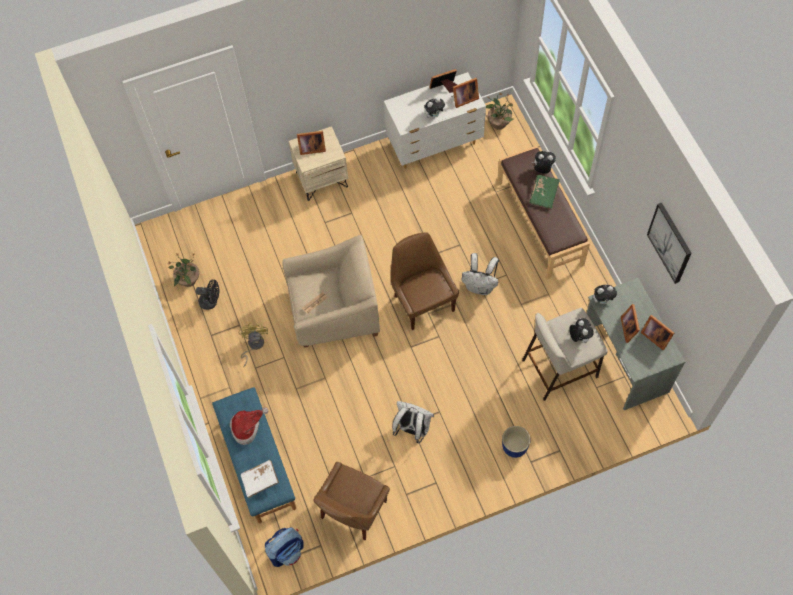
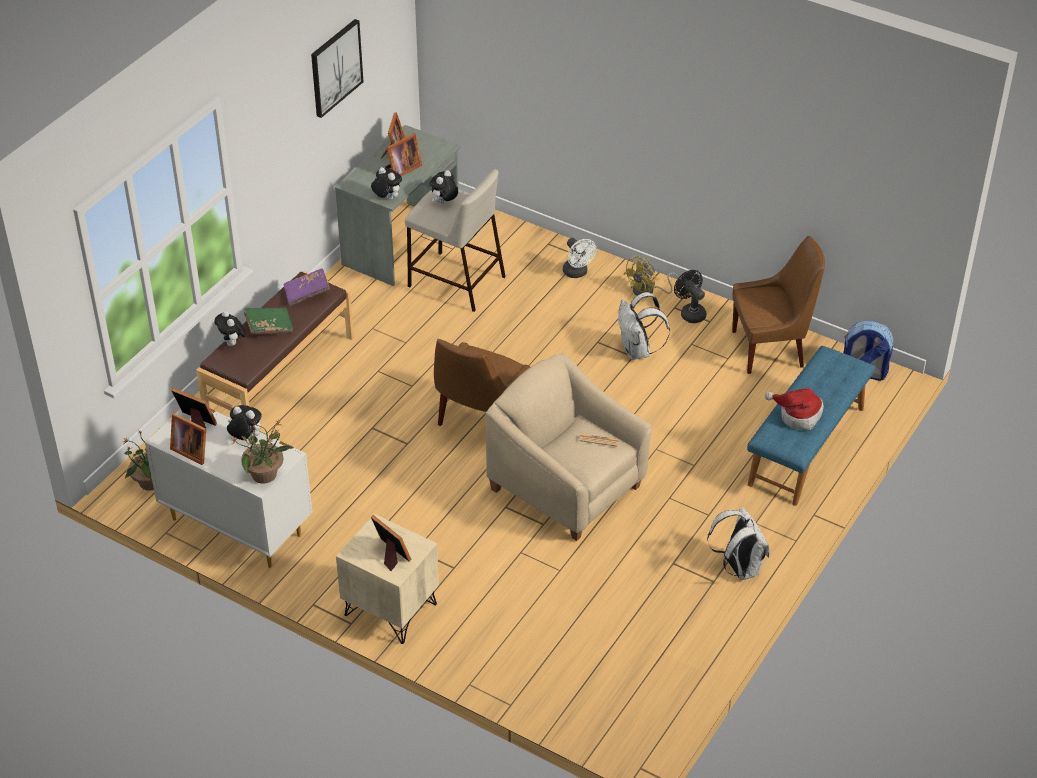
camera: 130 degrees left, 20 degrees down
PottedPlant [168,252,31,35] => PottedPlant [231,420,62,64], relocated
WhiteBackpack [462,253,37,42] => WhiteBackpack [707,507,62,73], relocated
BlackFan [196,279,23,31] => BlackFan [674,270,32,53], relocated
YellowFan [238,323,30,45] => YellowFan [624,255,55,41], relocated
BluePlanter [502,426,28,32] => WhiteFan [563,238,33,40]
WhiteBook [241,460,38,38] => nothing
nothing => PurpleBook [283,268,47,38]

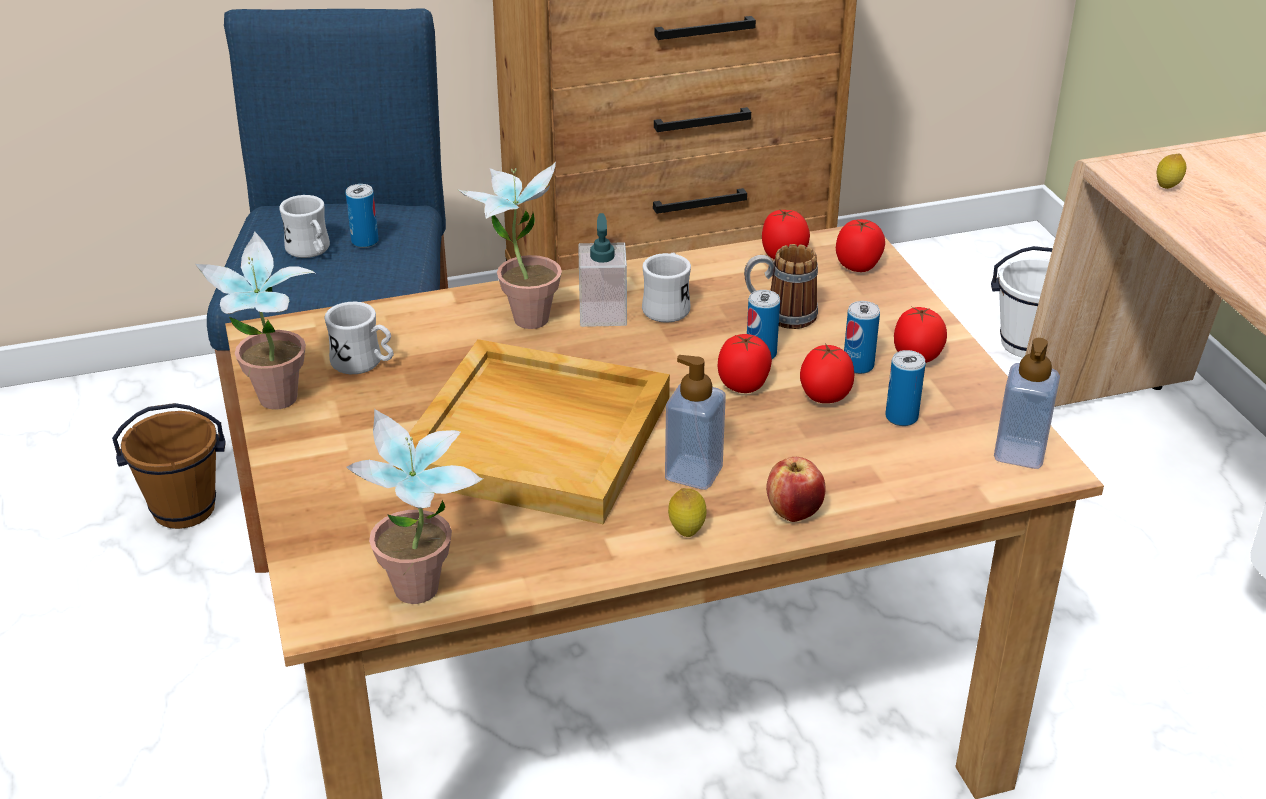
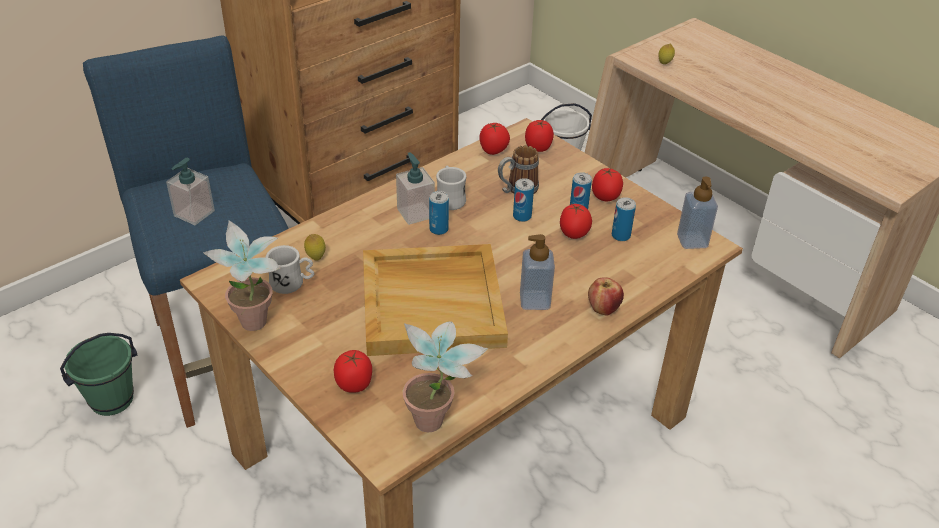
camera: 25 degrees left, 5 degrees up
PottedPlant [457,162,105,167] => nothing
Can [346,184,33,64] => Can [429,191,20,44], relocated
WhiteMug [279,195,51,63] => SoapDispenser [166,158,49,67]
Tomato [718,334,54,59] => Tomato [334,350,38,43], relocated
BrownBucket [112,403,113,126] => GreenBucket [60,333,77,83]
Lemon [668,488,38,49] => Lemon [304,234,22,27], relocated

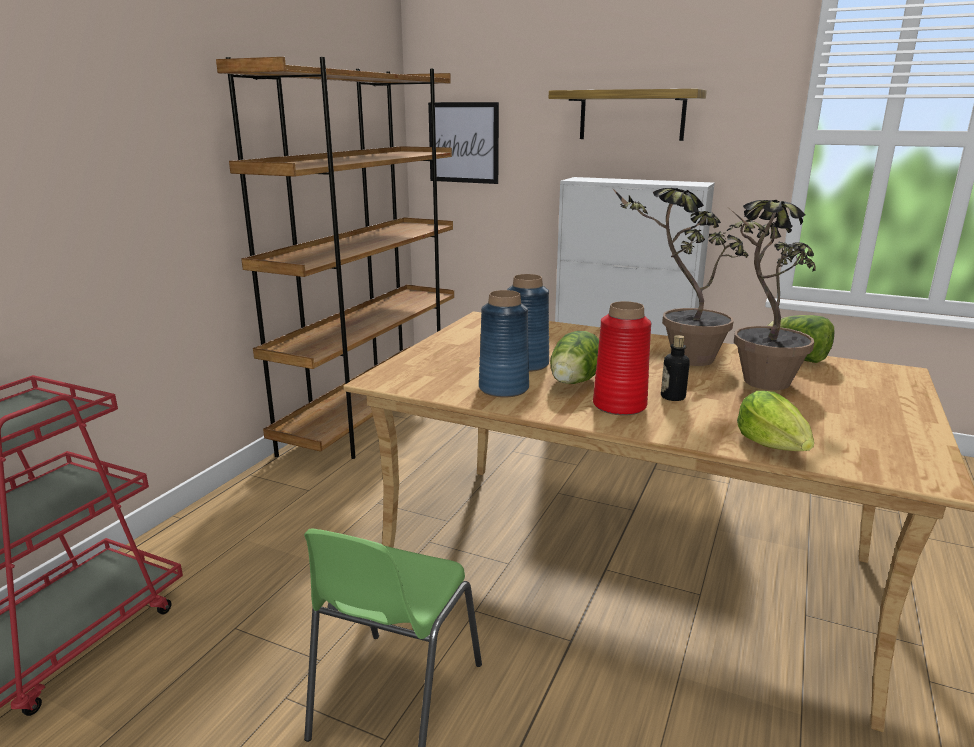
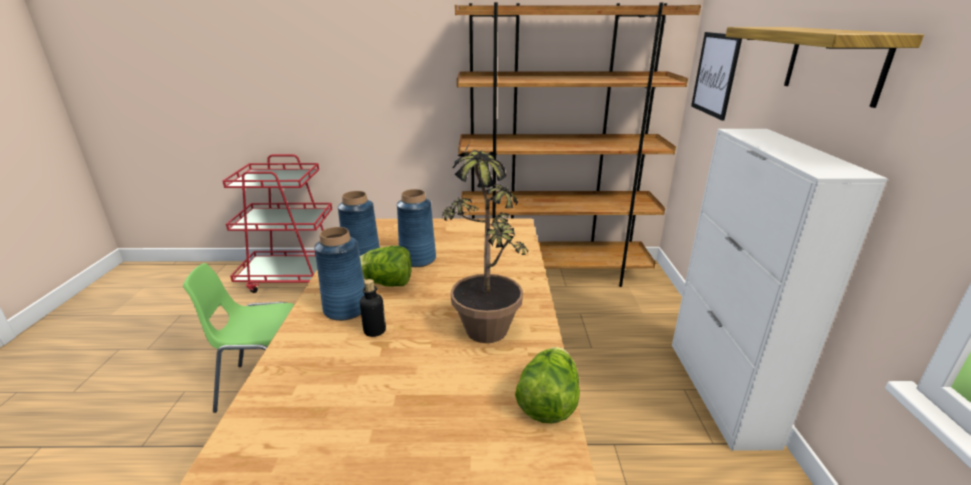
camera: 65 degrees right, 5 degrees up
PottedPlant [727,200,89,190] => nothing
RedVase [593,301,59,115] => BlueVase [314,227,51,94]
Lettuce [737,391,77,60] => nothing

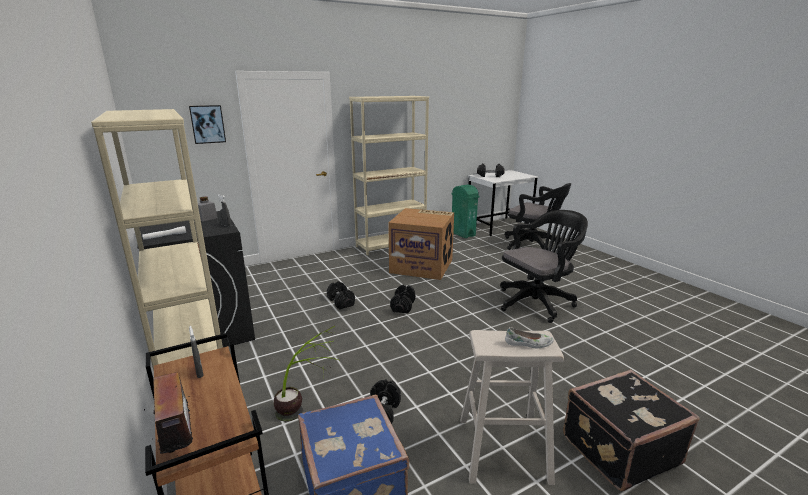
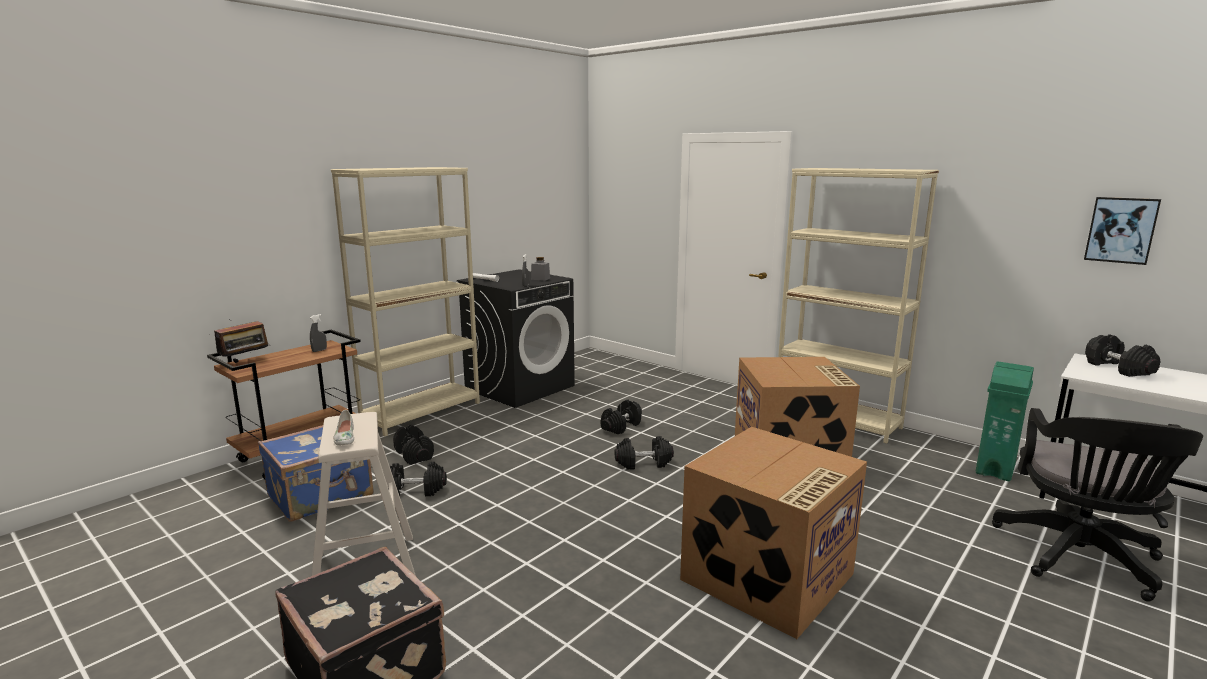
camera: 70 degrees right, 5 degrees down
Picture [189,105,37,39] => Picture [1084,197,77,68], relocated
BlackOfficeChair [500,210,88,113] => CardboardBox [680,427,187,212]
PottedPlant [273,325,68,96] => BlackDumbbell [393,425,41,40]

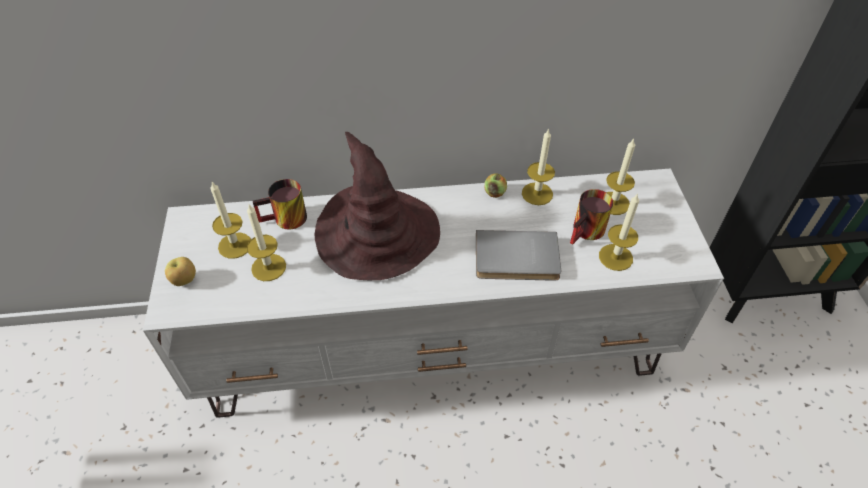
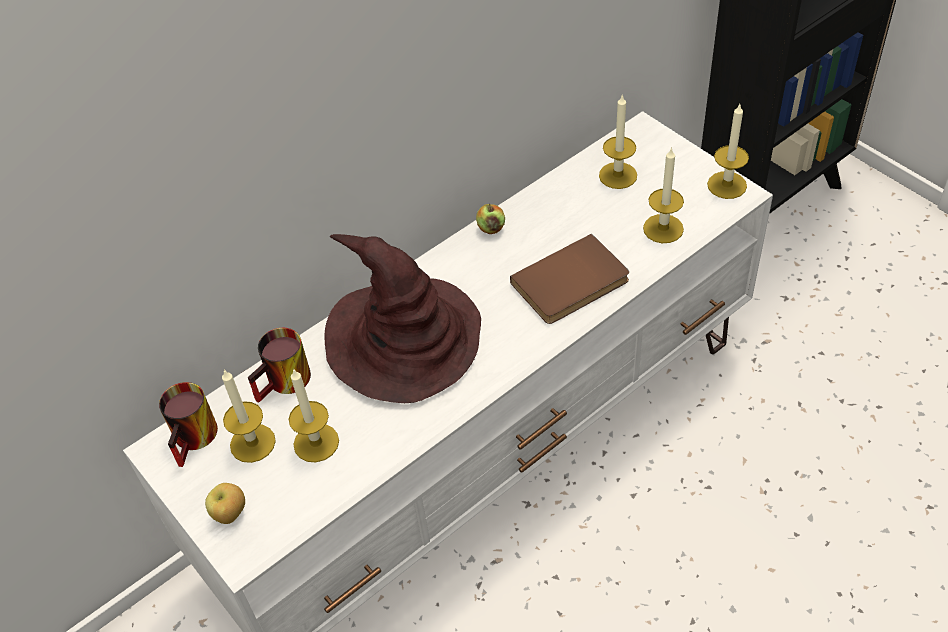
camera: 30 degrees left, 0 degrees up
Candle [522,128,33,77] => Candle [707,104,42,95], relocated
Mug [570,189,44,56] => Mug [159,382,59,85], relocated
GreyBook [476,230,85,51] => BrownBook [510,234,119,90]

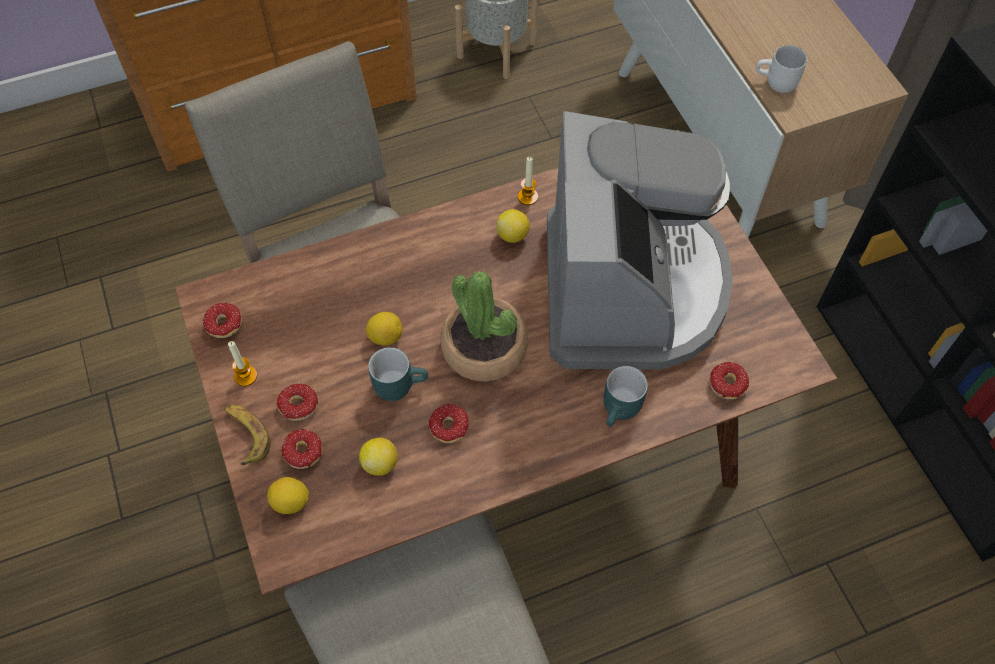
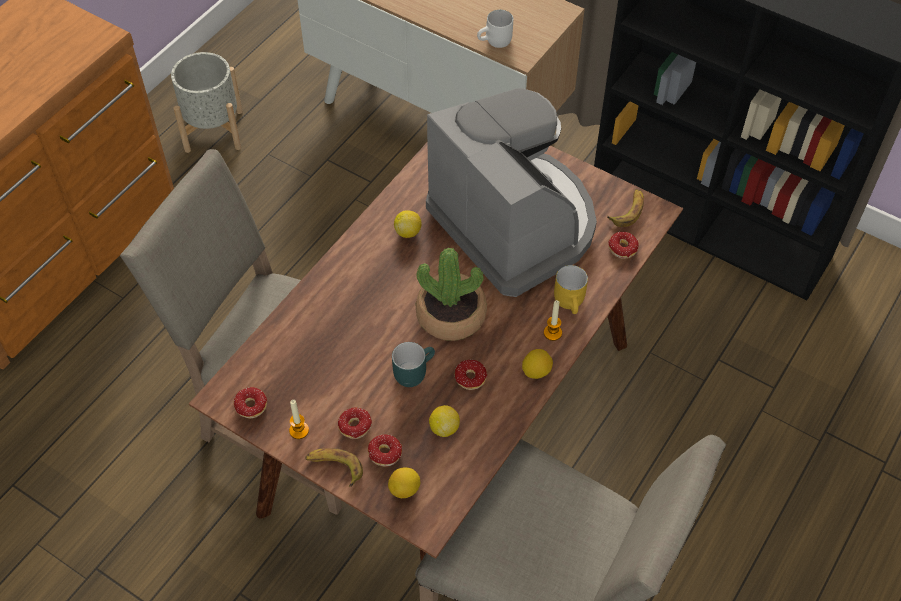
camera: 35 degrees left, 5 degrees down
Candle [518,157,20,48] => Candle [544,300,18,41], relocated
Lemon [366,312,36,33] => Lemon [522,349,31,30], relocated
TurquoiseMug [603,366,45,61] => YellowMug [554,265,34,49]
nothing => Banana [607,189,37,38]

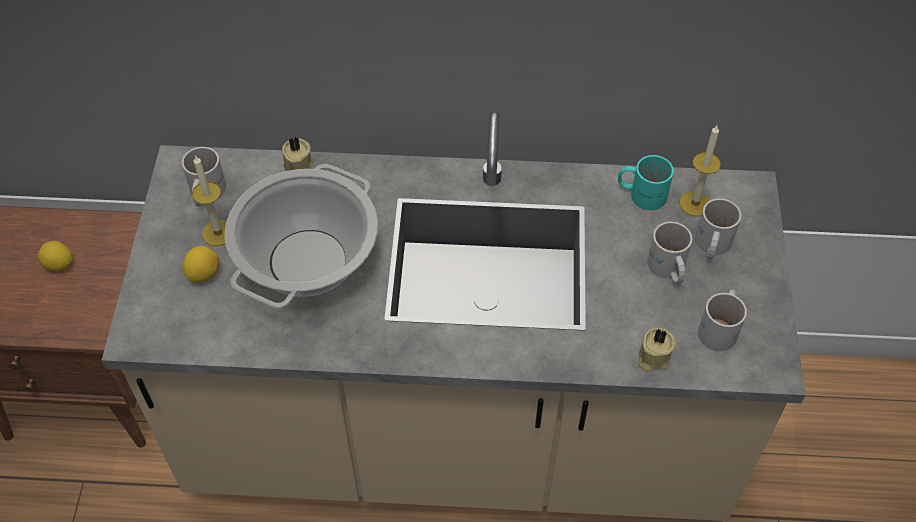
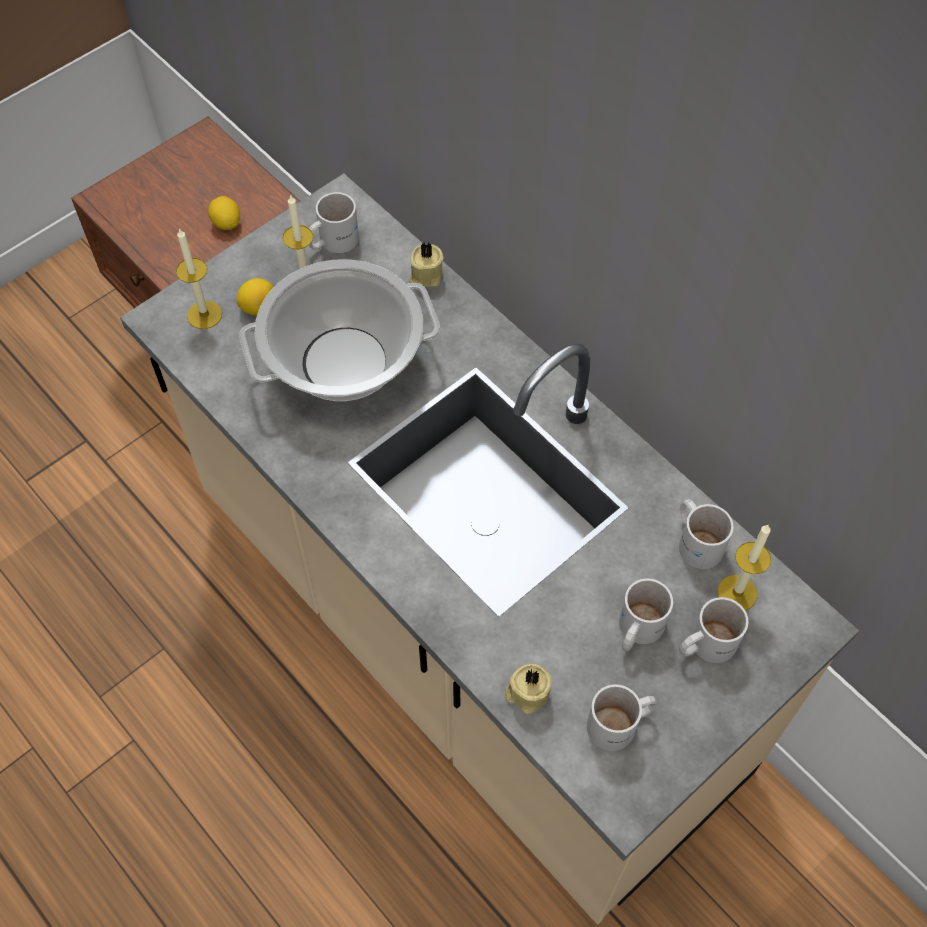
camera: 45 degrees right, 5 degrees up
TurquoiseMug [618,155,56,55] => WhiteMug [679,499,55,70]
nothing => Candle [176,228,46,101]

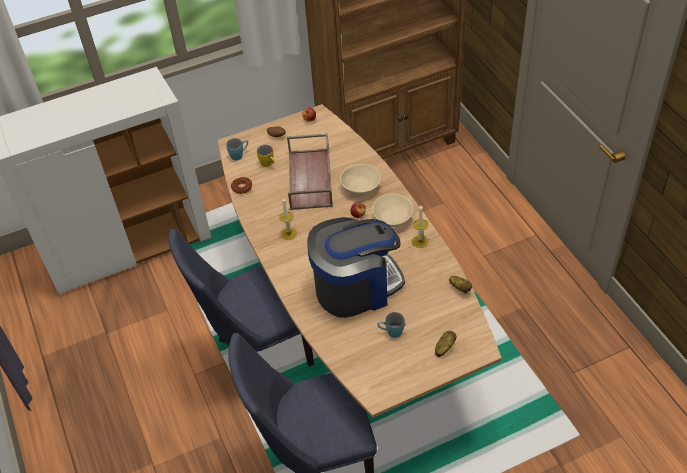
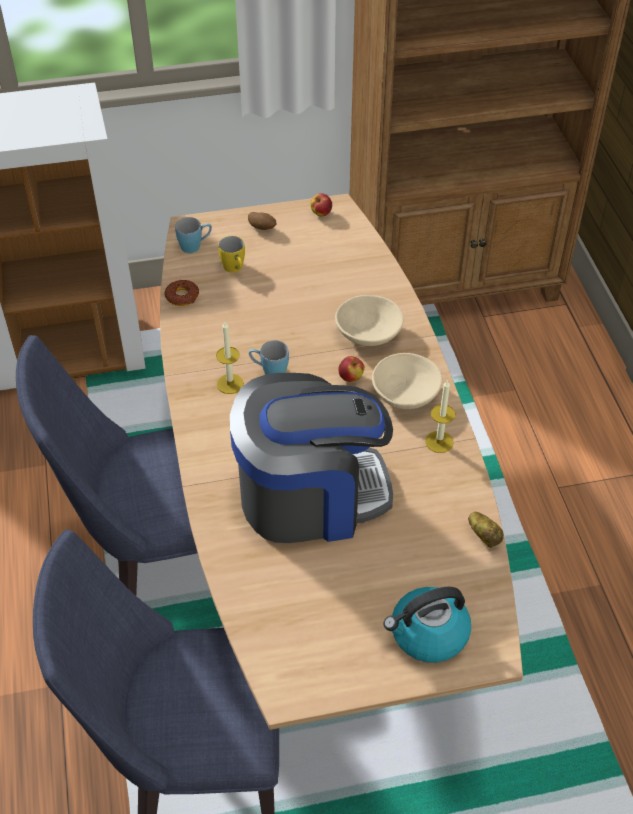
camera: 10 degrees right, 0 degrees up
BrownTray [287,133,46,77] => nothing
BlueMug [377,312,28,26] => BlueMug [249,340,40,35], relocated
Potato [435,331,21,26] => Kettle [384,587,87,76]

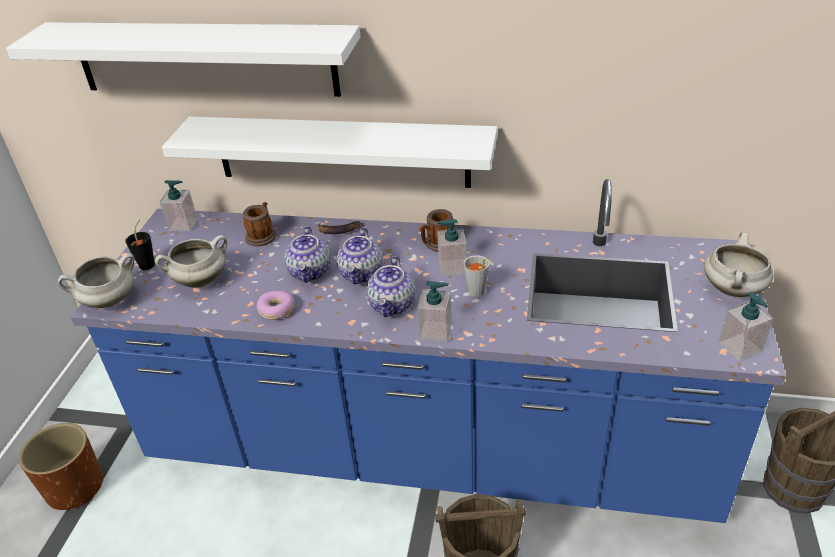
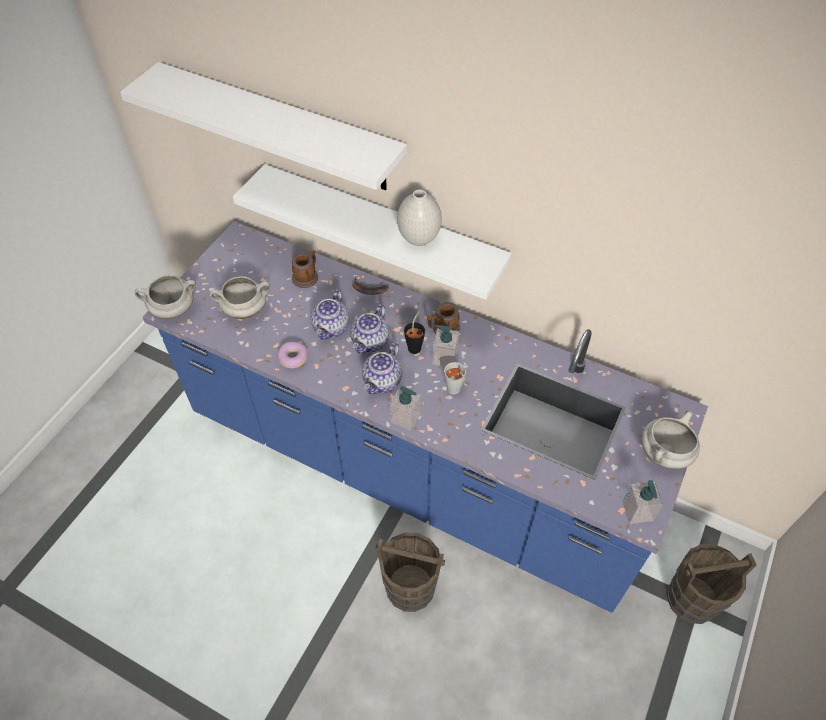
camera: 15 degrees right, 15 degrees up
SoapDispenser [159,180,39,51] => nothing
BlackCup [125,219,30,51] => BlackCup [404,311,21,43], relocated
BrownPlanter [19,423,84,87] => nothing
nothing => WhiteVase [397,190,45,56]

